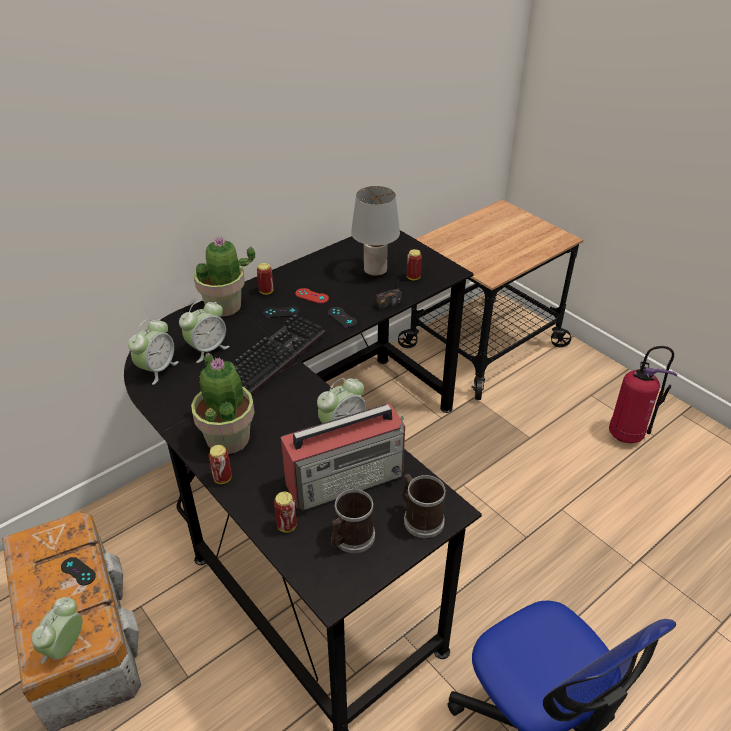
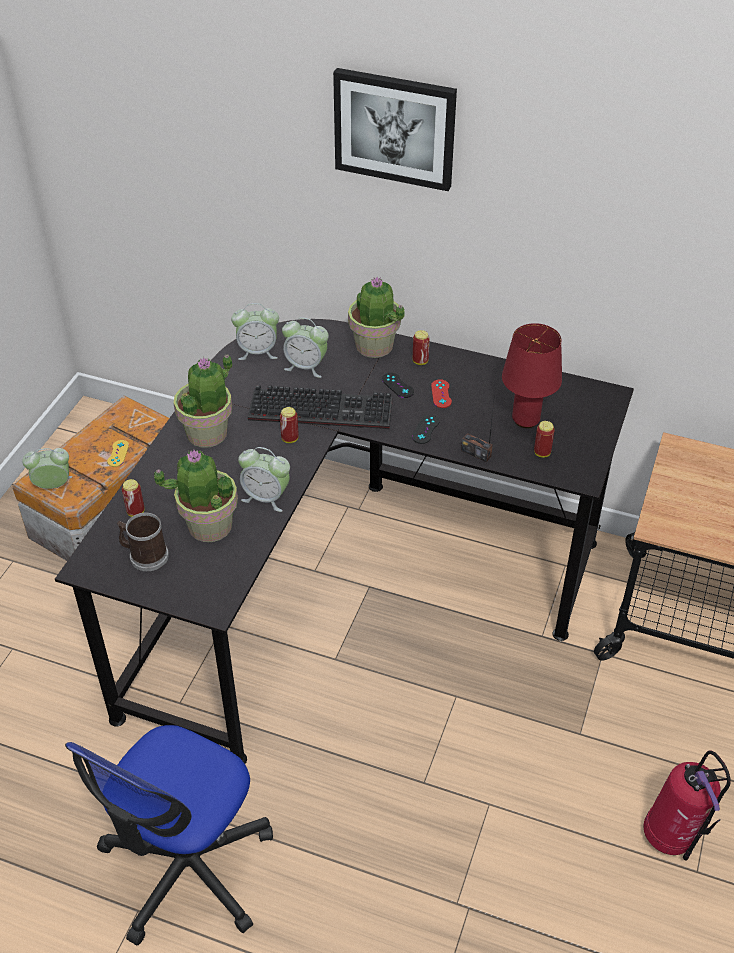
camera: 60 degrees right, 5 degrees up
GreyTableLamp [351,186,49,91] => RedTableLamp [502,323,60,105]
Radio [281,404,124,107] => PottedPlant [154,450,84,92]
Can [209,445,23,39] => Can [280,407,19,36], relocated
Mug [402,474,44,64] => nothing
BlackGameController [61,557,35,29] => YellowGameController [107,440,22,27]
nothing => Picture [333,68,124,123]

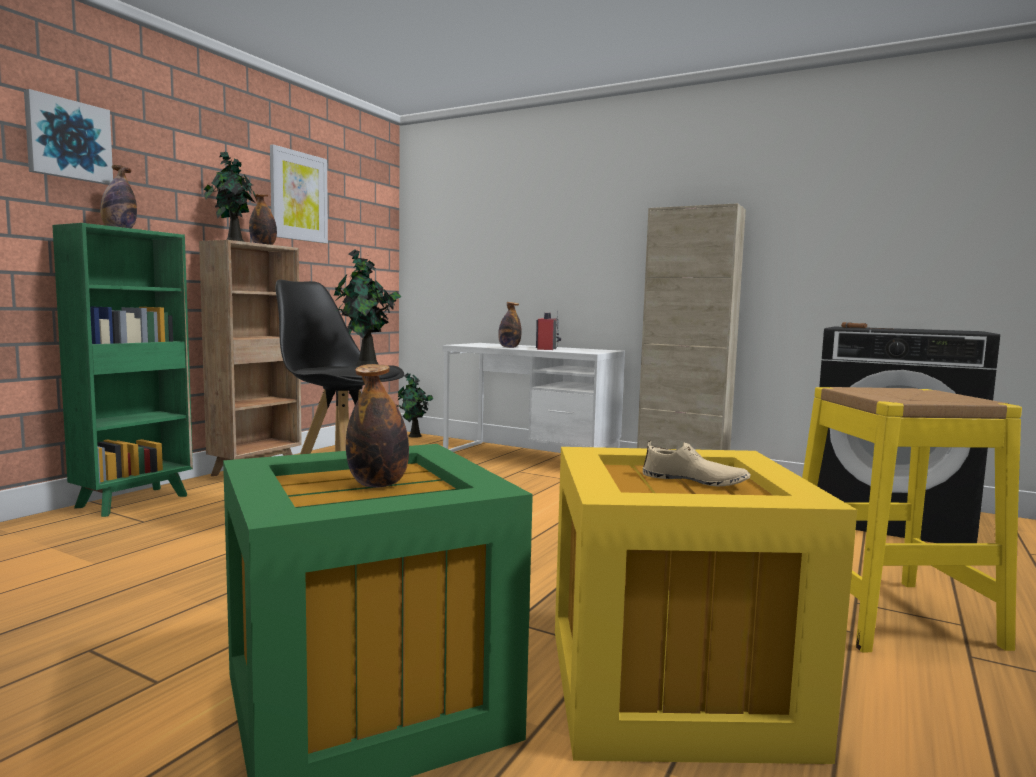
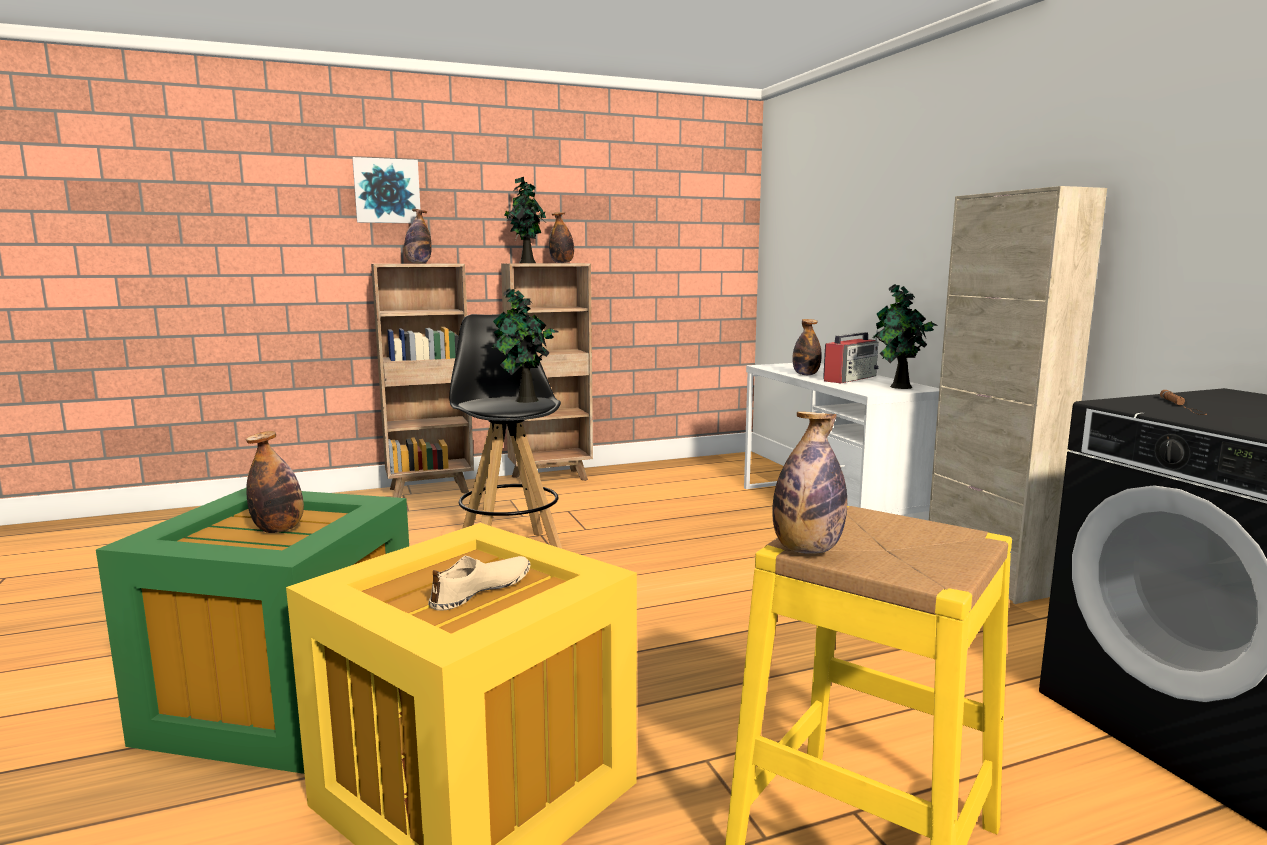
camera: 40 degrees right, 5 degrees up
Picture [270,144,58,99] => nothing
GreenBookcase [52,223,141,294] => BrownBookcase [371,264,103,234]
PottedPlant [396,373,37,65] => PottedPlant [872,284,66,105], relocated
BeigeShoe [643,440,108,47] => BeigeShoe [428,556,103,55], 120 degrees counterclockwise
nothing => Bottle [772,412,75,142]

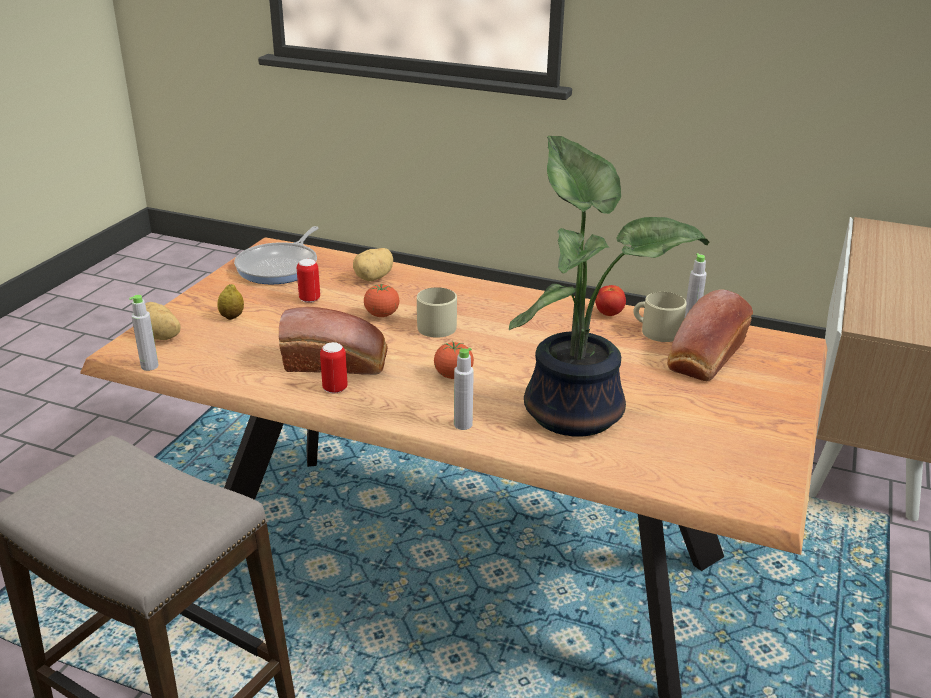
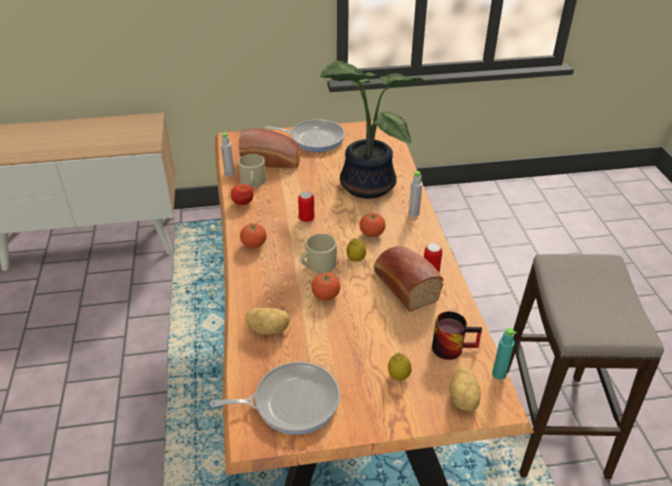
camera: 120 degrees left, 10 degrees up
Can [297,259,23,44] => Can [298,191,17,31], relocated
GreyBottle [129,295,30,76] => TurquoiseBottle [492,328,25,52]
nothing => FryingPan [264,120,81,32]
nothing => Tomato [240,223,27,25]
nothing => Lemon [346,238,20,24]
nothing => Mug [432,311,50,49]

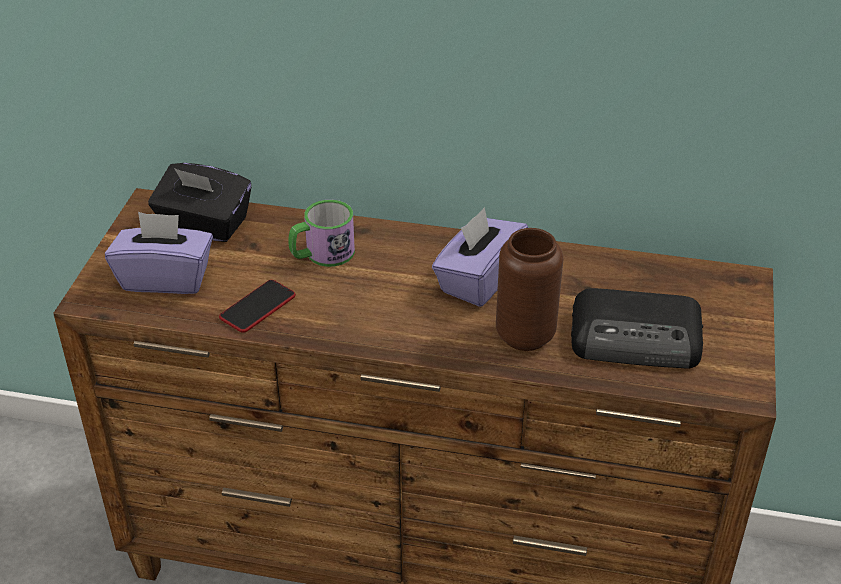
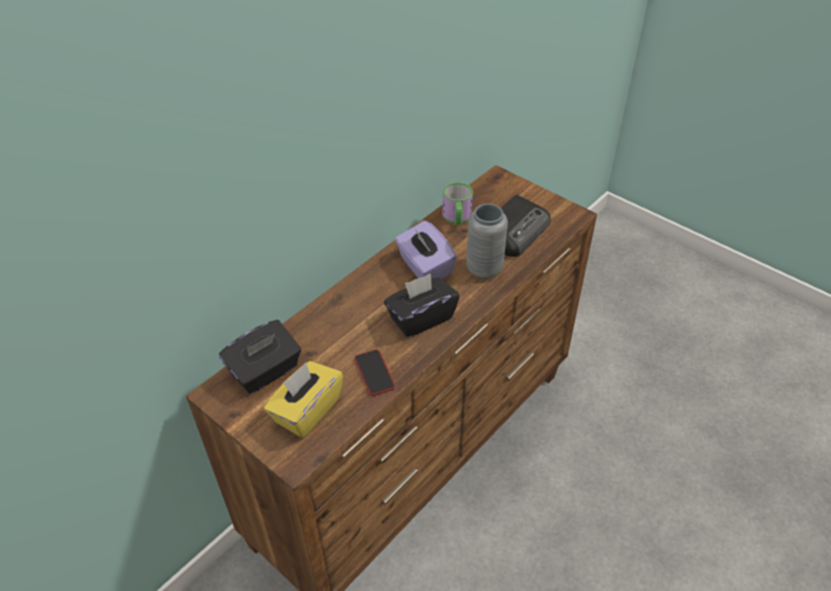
camera: 60 degrees left, 5 degrees up
Mug [288,200,67,67] => Mug [442,182,31,43], relocated
PurpleTissueBox [105,212,108,82] => YellowTissueBox [264,361,79,77]
BrownVase [496,228,67,123] => GreyVase [466,204,42,75]
nothing => BlackTissueBox [384,273,75,64]

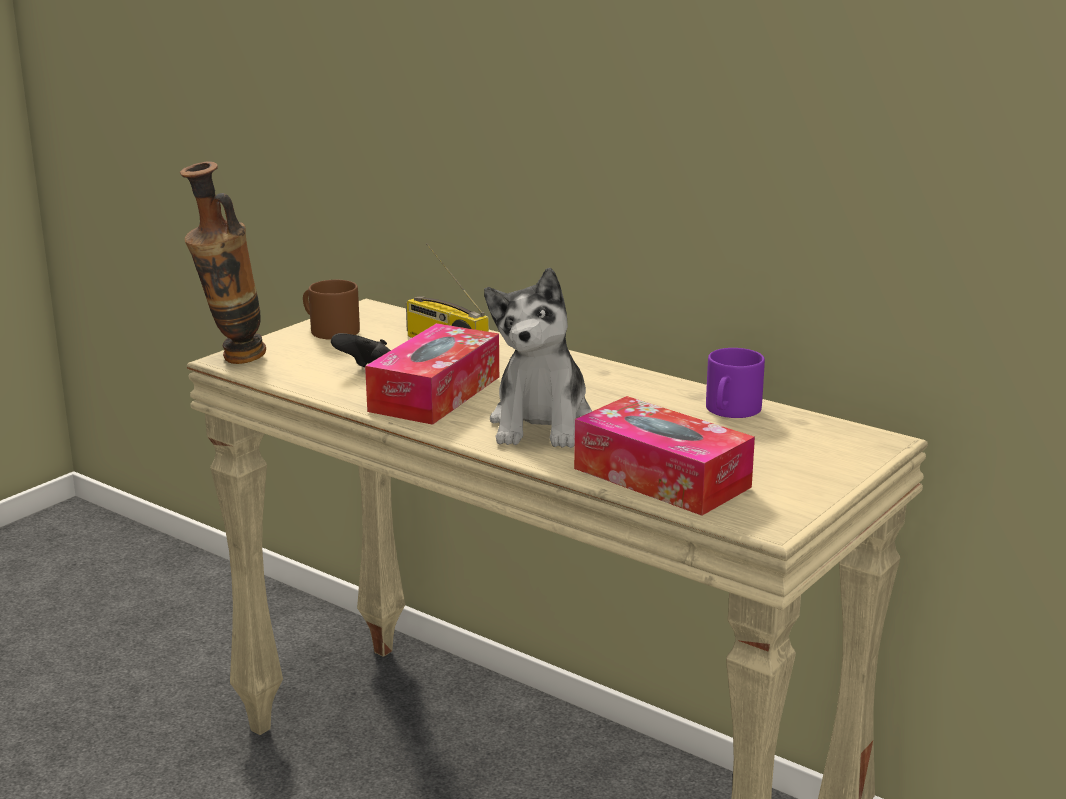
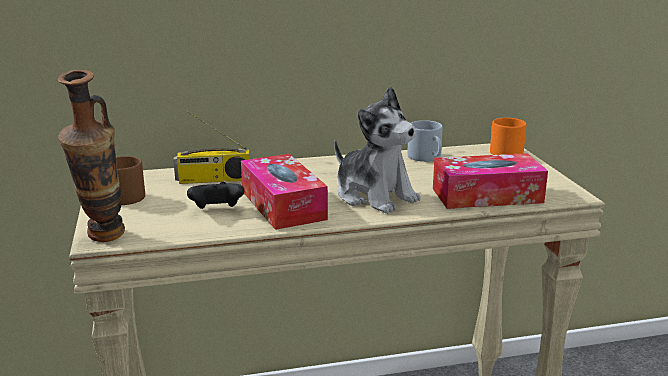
camera: 50 degrees left, 0 degrees up
PurpleMug [706,348,59,70] => GreyMug [407,120,36,42]
nothing => OrangeMug [490,118,36,37]

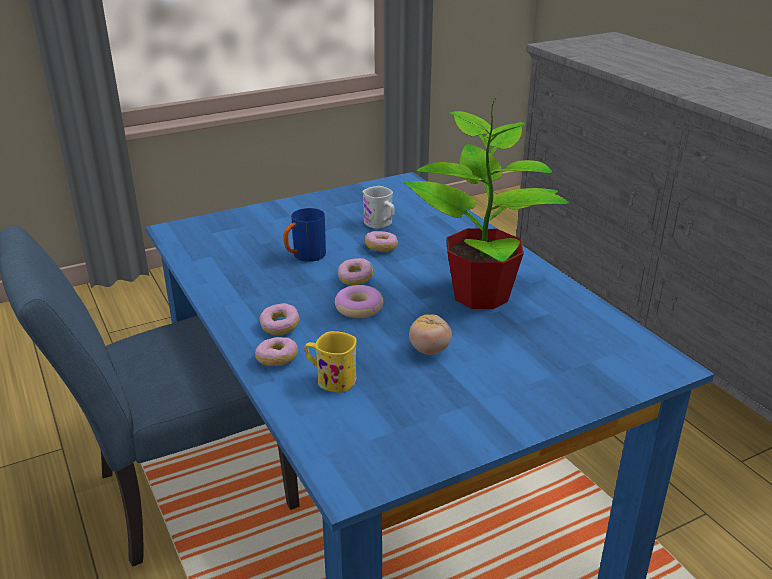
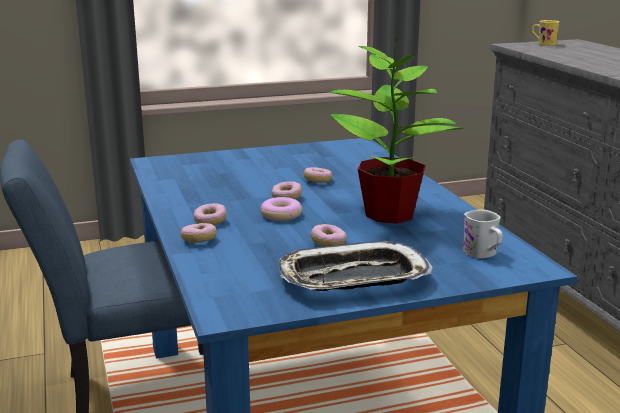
camera: 10 degrees right, 10 degrees down
WhiteMug [363,186,32,43] => WhiteMug [463,209,39,50], relocated
BlueMug [284,208,42,54] => nothing
Tomato [409,315,43,40] => Donut [311,224,36,23]
YellowMug [305,331,52,62] => YellowMug [532,20,27,26], relocated
nothing => Tray [279,241,154,50]

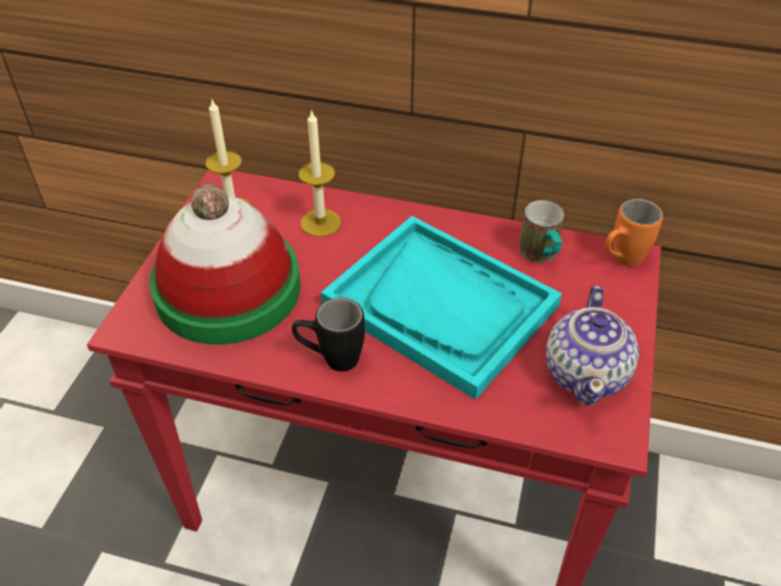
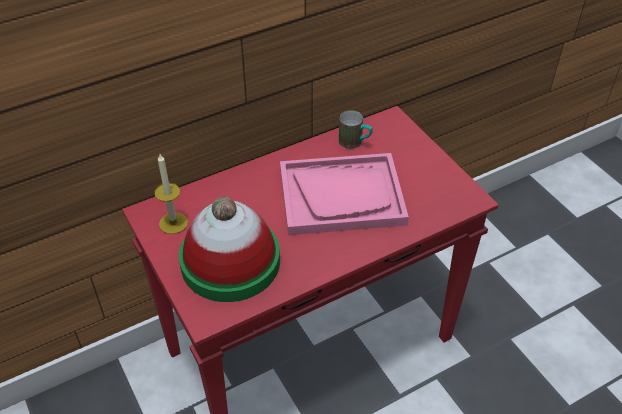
camera: 45 degrees left, 0 degrees up
Candle [298,109,43,128] => nothing
OrangeMug [605,199,58,67] => nothing
TurquoiseTray [321,216,241,184] => PinkTray [280,153,129,82]
Teapot [546,286,93,120] => nothing
BlackMug [292,298,73,74] => nothing

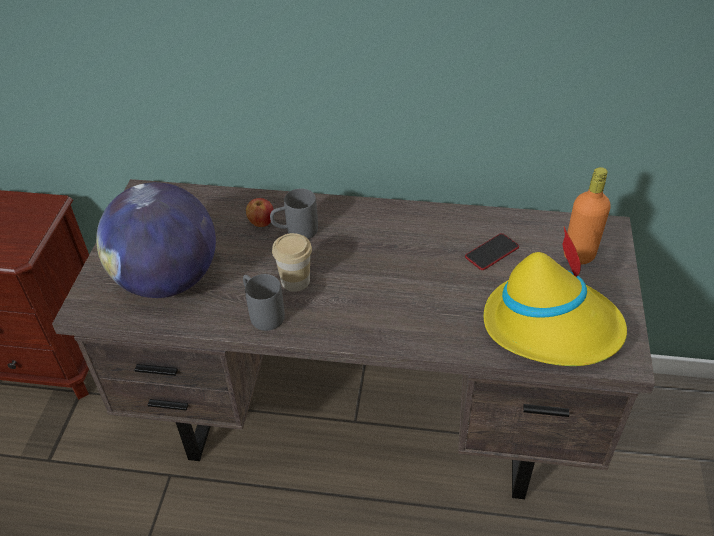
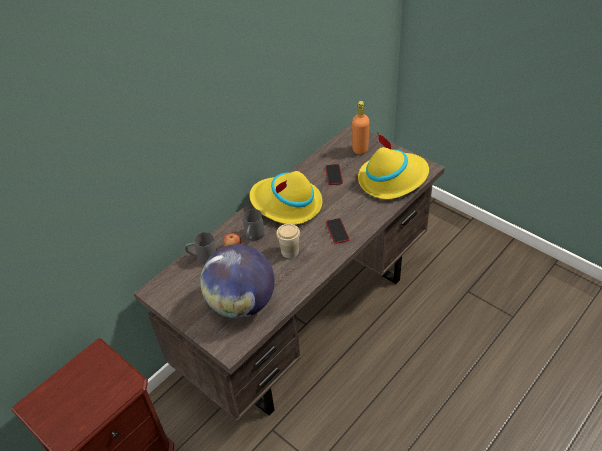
camera: 55 degrees left, 0 degrees up
GreyMug [243,274,42,57] => GreyMug [185,232,32,32], relocated
nothing => YellowHat [249,171,73,54]
nothing => Phone [326,218,23,26]

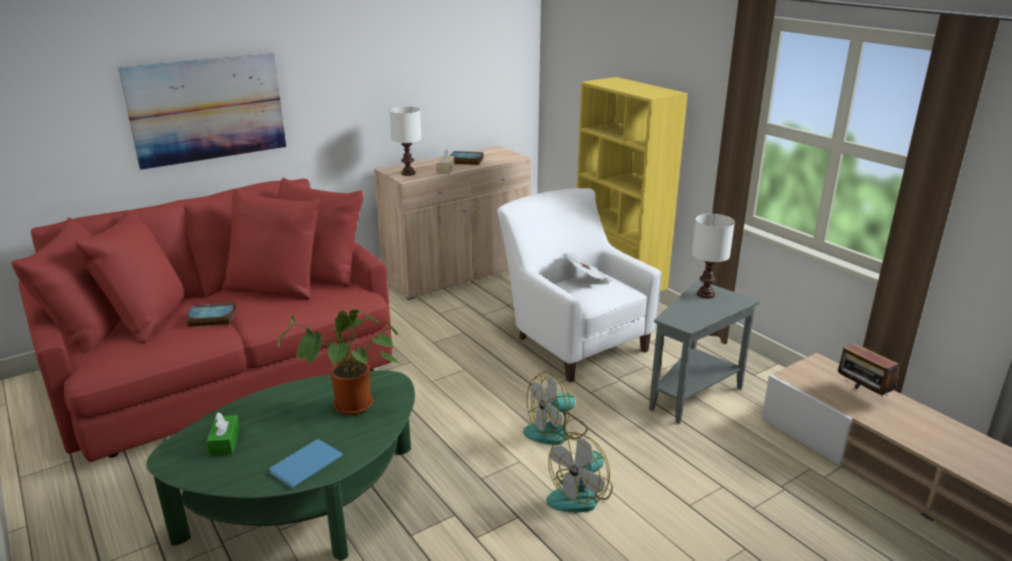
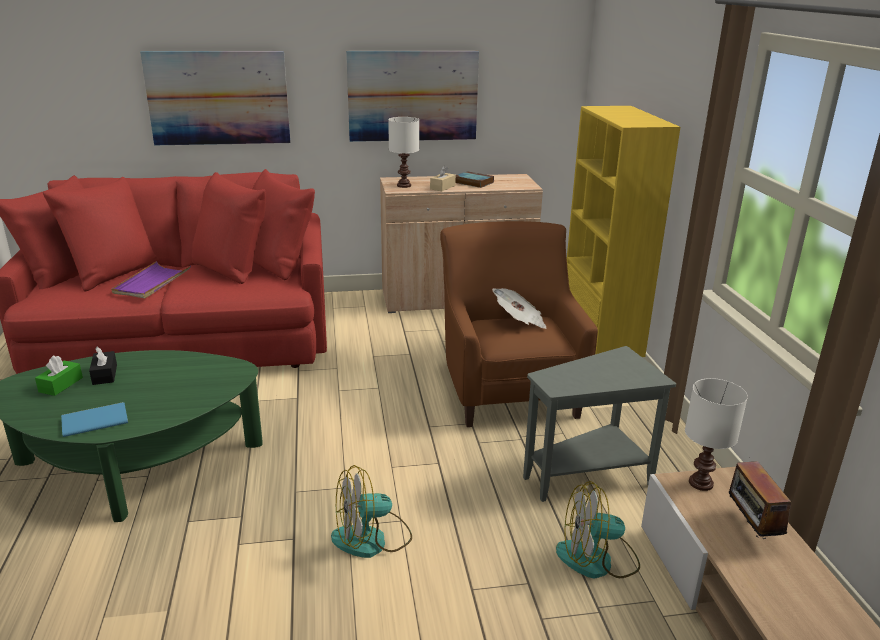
camera: 25 degrees right, 0 degrees up
WhiteArmchair [497,188,165,194] => BrownArmchair [440,221,158,206]
WhiteTableLamp [692,214,43,85] => WhiteTableLamp [685,378,63,113], relocated
Book [186,302,50,25] => PurpleTray [111,261,80,38]
PottedPlant [277,310,123,105] => nothing
Fan [523,371,65,74] => Fan [556,481,84,98], relocated
nothing => Picture [346,51,133,91]
nothing => BlackTissueBox [89,346,28,39]

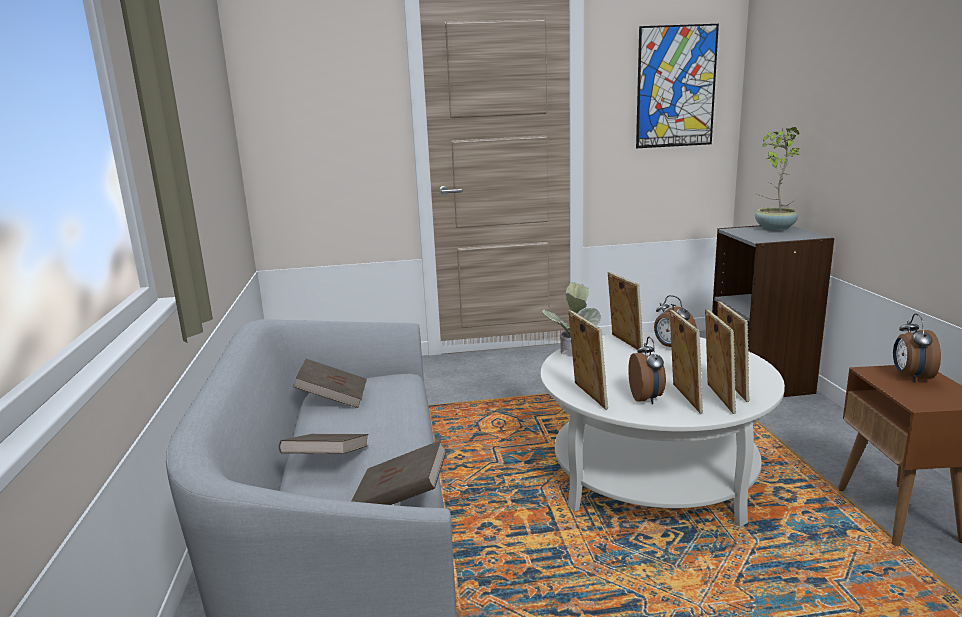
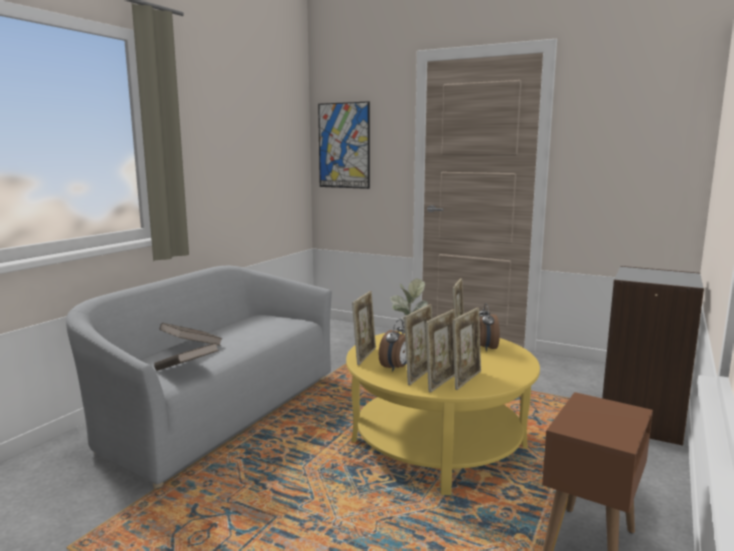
camera: 35 degrees right, 5 degrees down
Picture [636,24,83,124] => Picture [318,101,52,88], relocated
PottedPlant [755,127,47,104] => nothing
AlarmClock [893,314,48,69] => nothing
WhiteCoffeeTable [540,332,245,195] => YellowCoffeeTable [346,331,194,164]
BrownBook [293,359,74,49] => nothing

